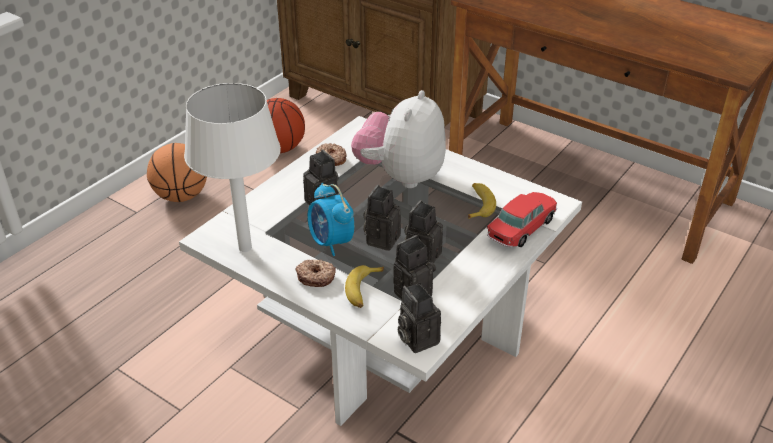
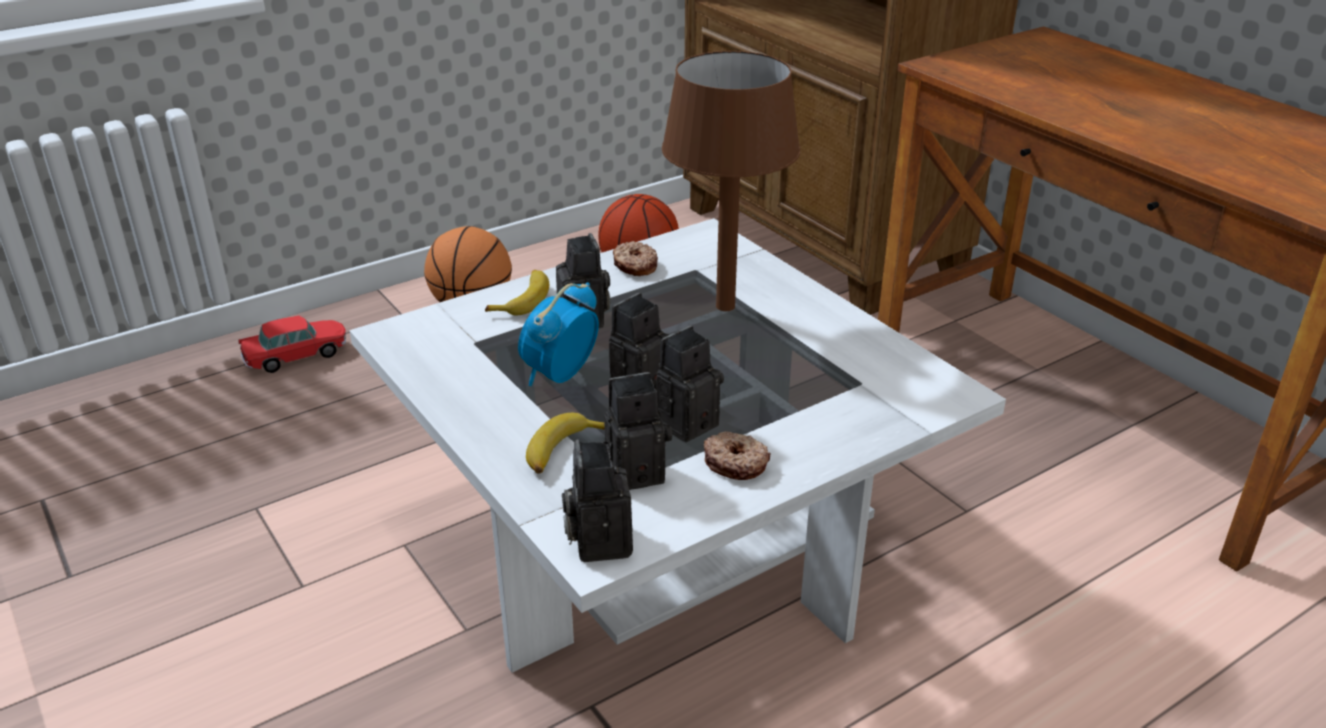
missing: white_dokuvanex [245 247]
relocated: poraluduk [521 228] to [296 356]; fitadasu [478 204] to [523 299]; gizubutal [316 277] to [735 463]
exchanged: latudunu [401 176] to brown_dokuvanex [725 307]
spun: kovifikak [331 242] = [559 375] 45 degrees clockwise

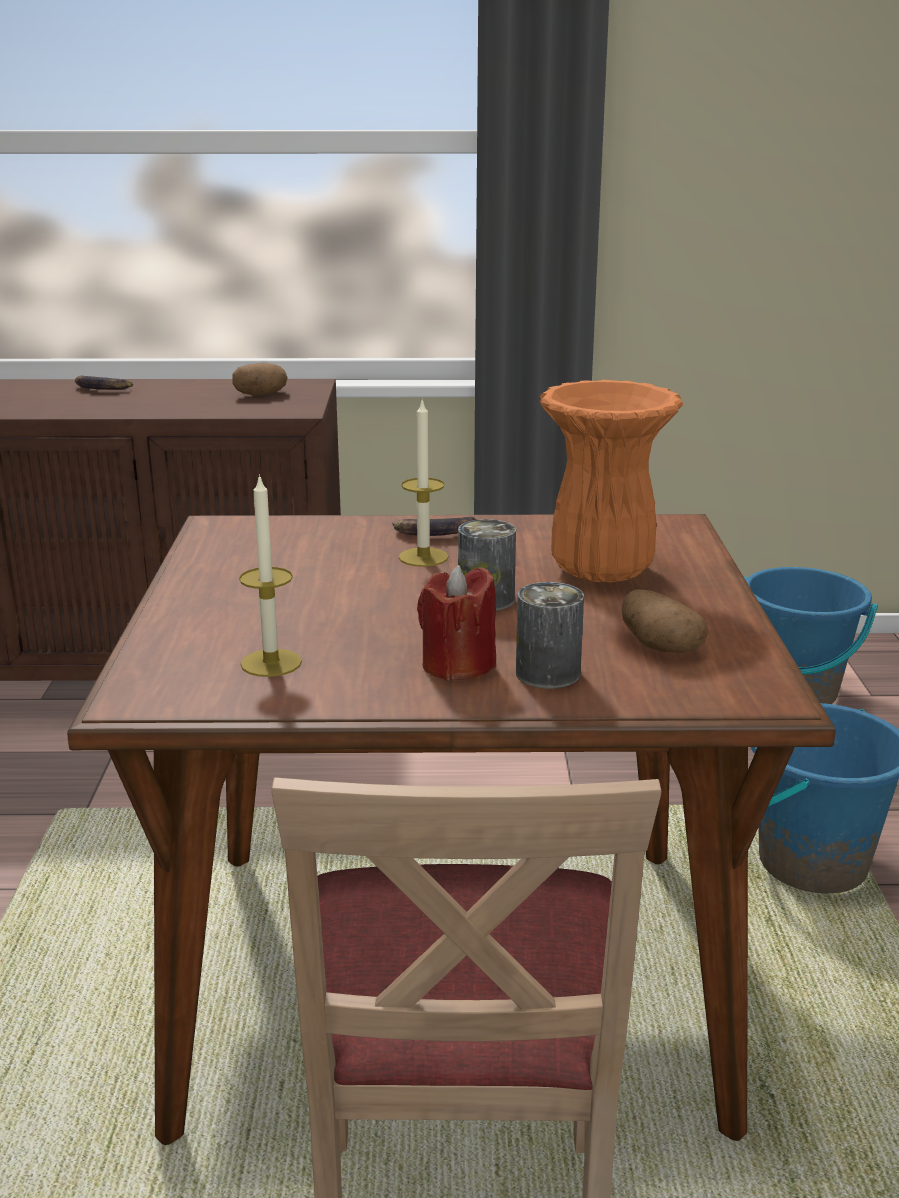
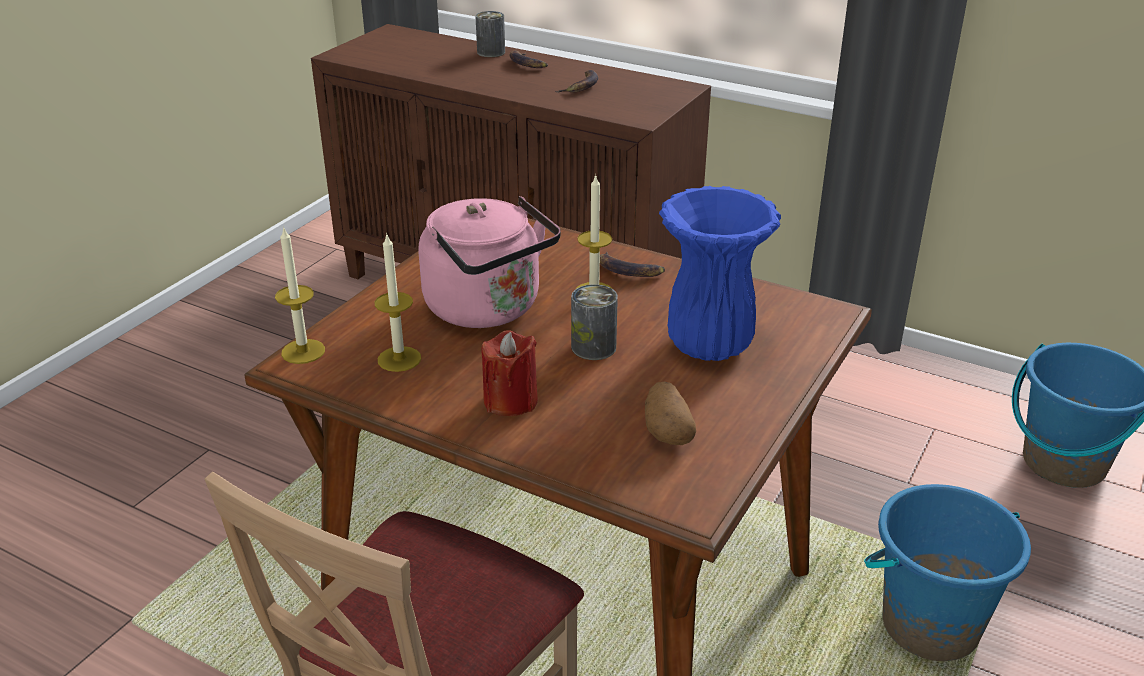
missing: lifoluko [261 395]
appeared: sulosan [303 351]; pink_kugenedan [488 309]; fitadasu [581 86]
relocated: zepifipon [548 673] to [491 52]
colour: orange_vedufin [602 570] to blue_vedufin [710 344]

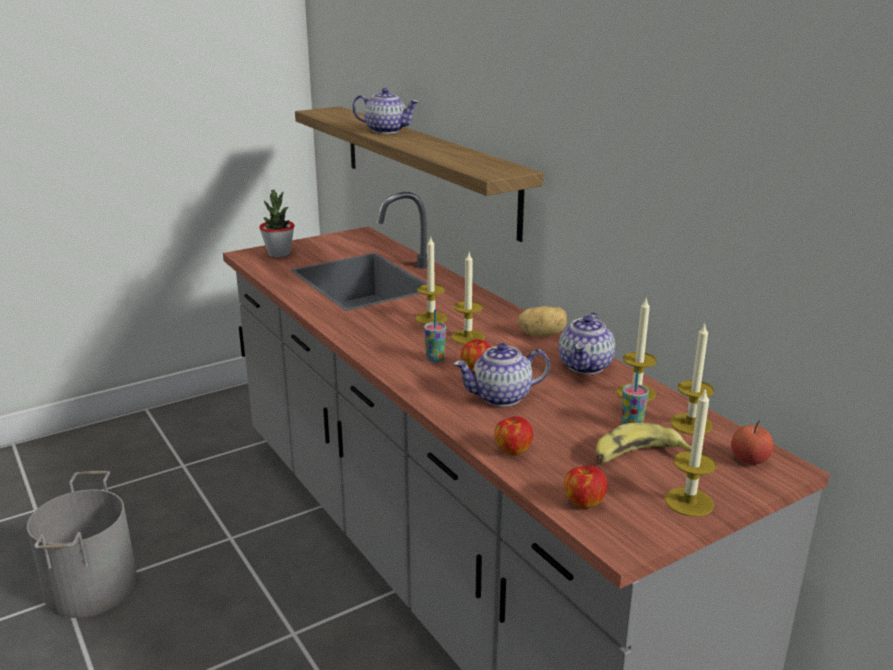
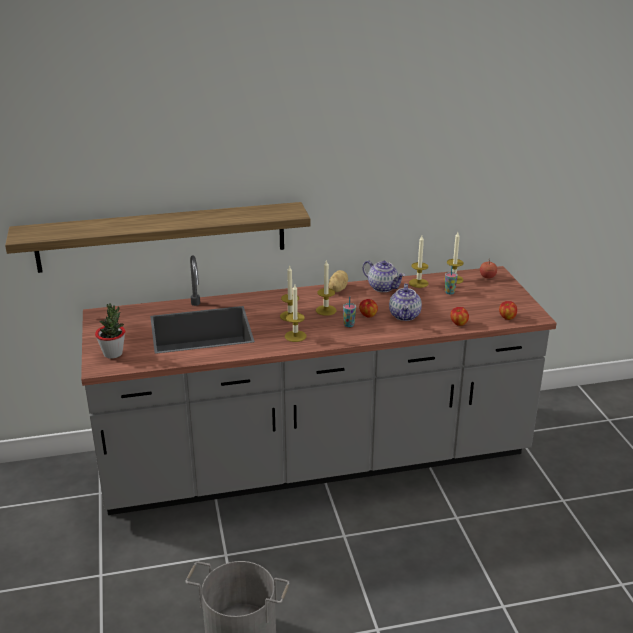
missing: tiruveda [386 130]; fitadasu [637 455]
relocated: sulosan [689 502] to [295 336]

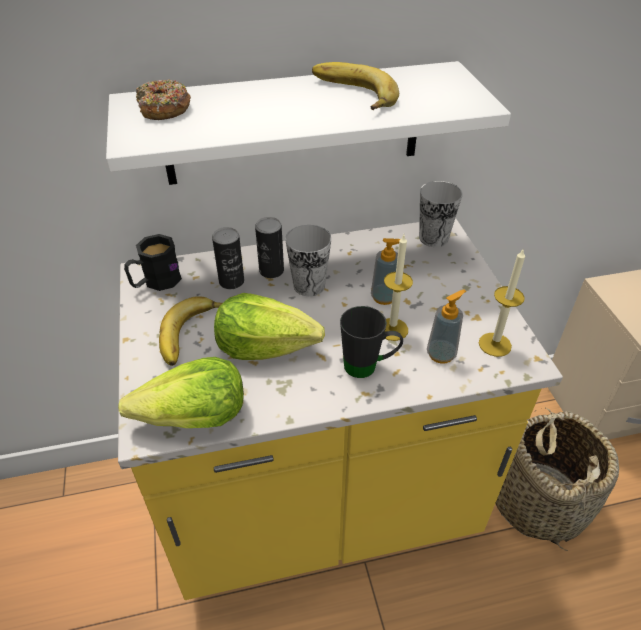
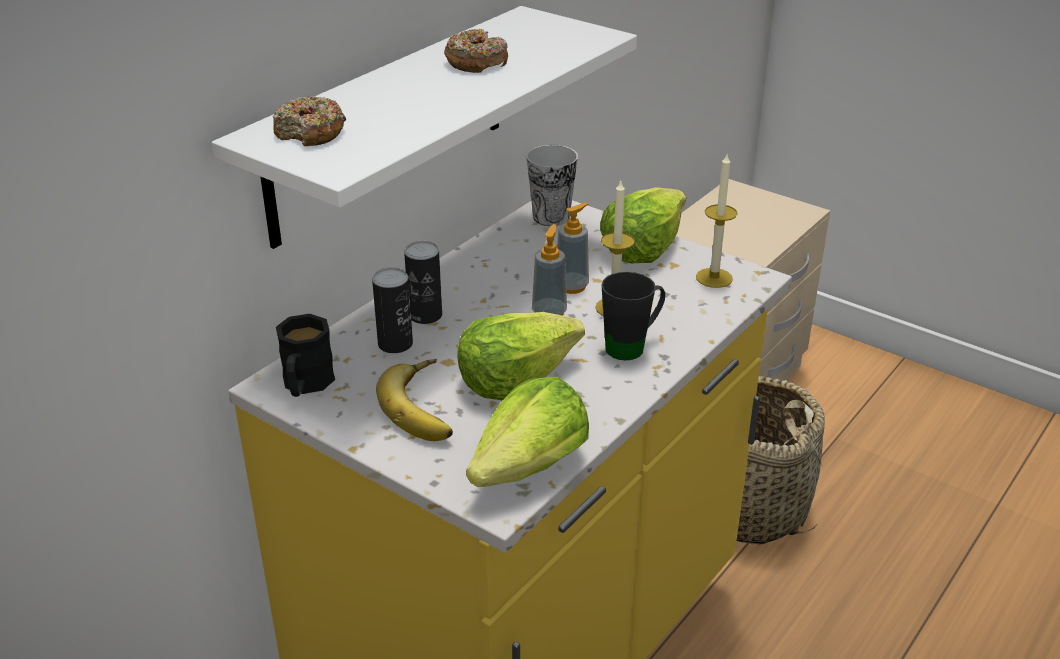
missing: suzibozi [309 285]
appeared: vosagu [642 248]
relocated: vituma [441 354] to [549 313]
exchanged: fitadasu [350 94] to gizubutal [476 62]

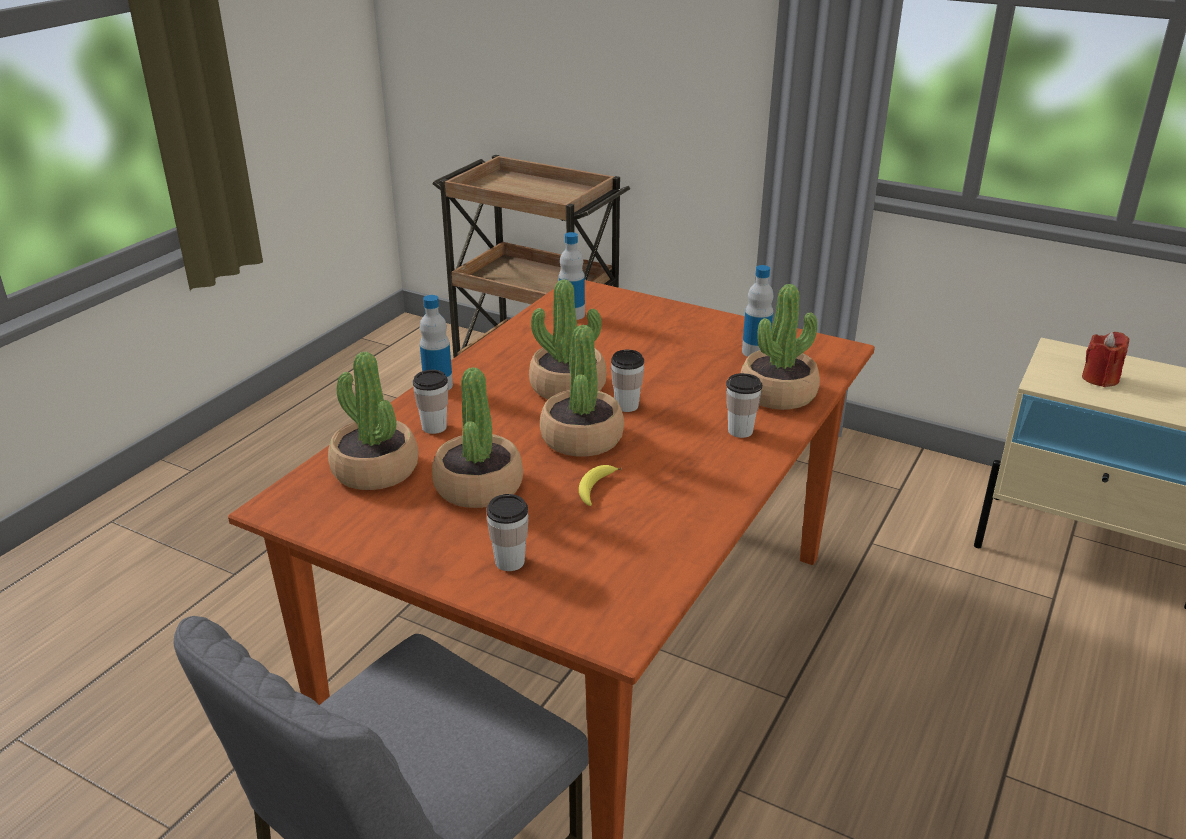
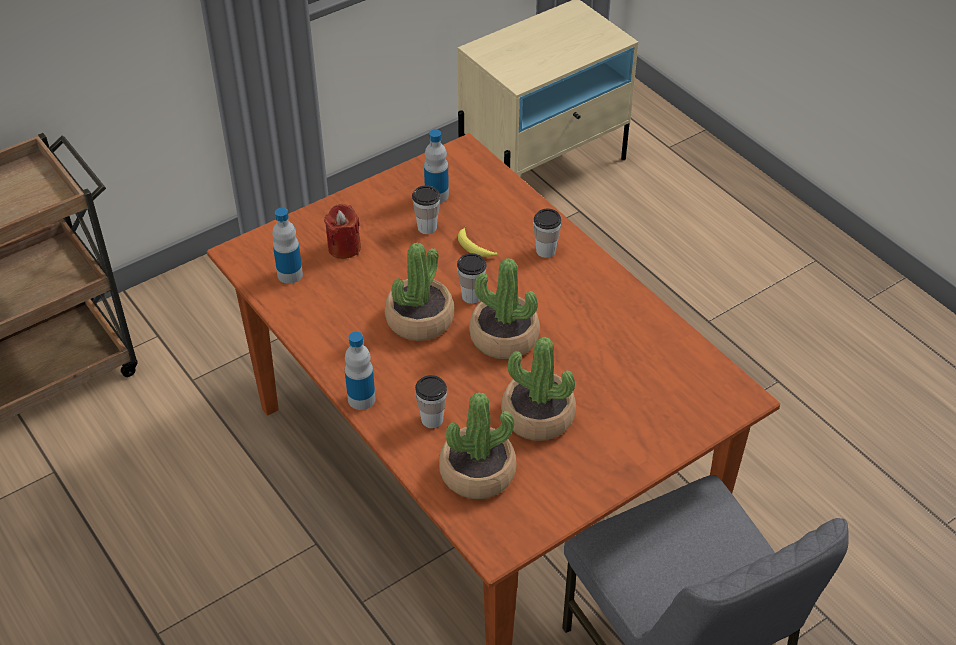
missing: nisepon [778 394]
relocated: red_sulosan [1100 379] to [344 247]; suzibozi [509 561] to [427 227]; fitadasu [595 489] to [474 248]

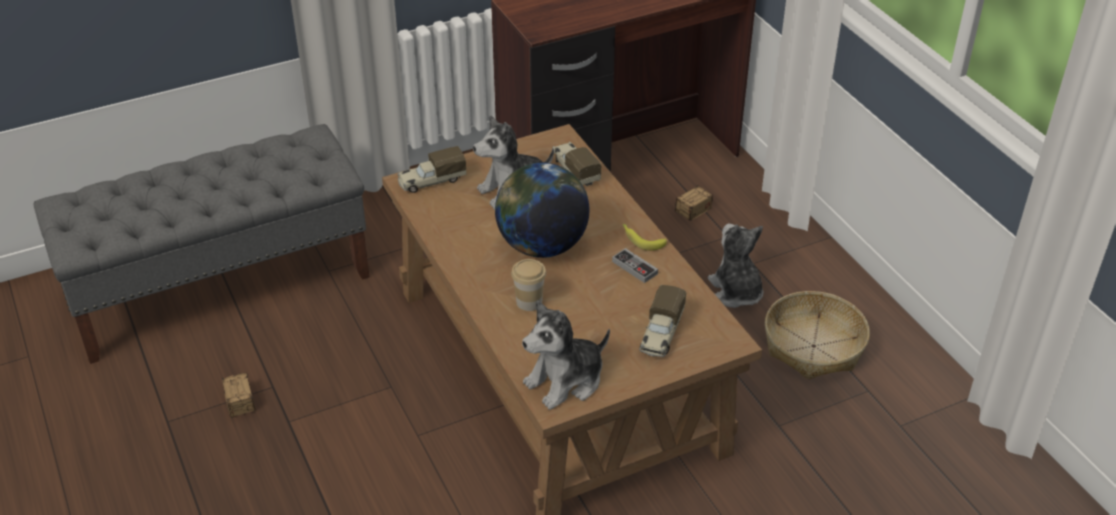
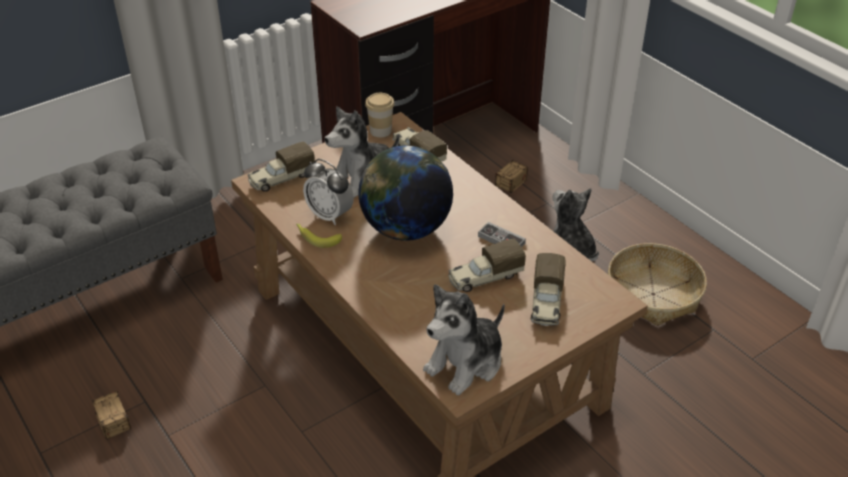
appeared: kovifikak [330 215]; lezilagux [484 278]
relocated: fitadasu [641 239] to [316 237]; suzibozi [529 302] to [380 131]

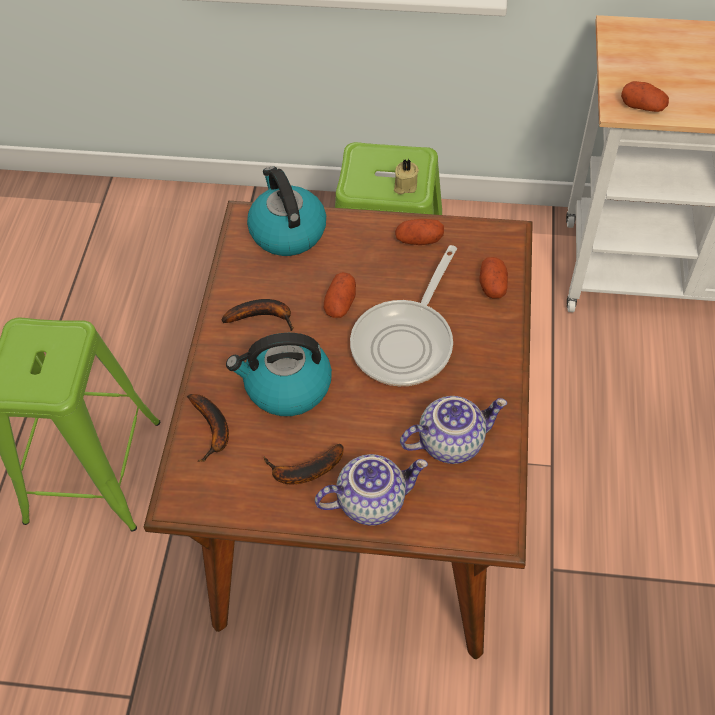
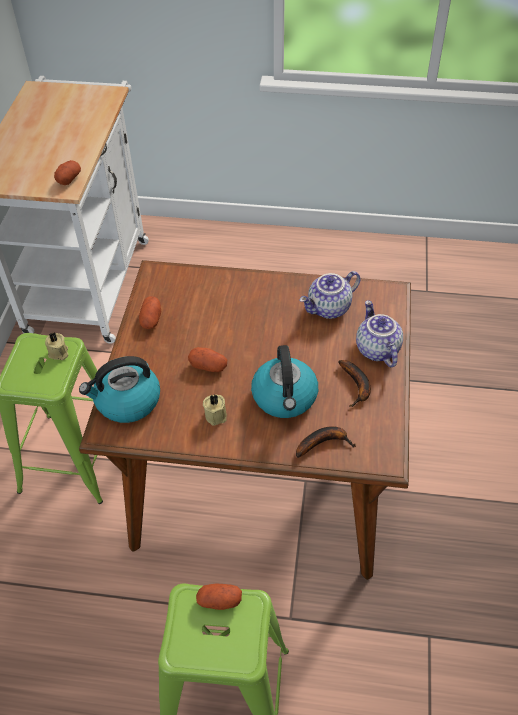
missing: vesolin [406 341]
relocated: lifoluko [492 285] to [219 601]
exchanged: fitadasu [263 316] to beige_sulosan [216 414]
spun: tiruveda [451 441] = [329 309] 105 degrees counterclockwise

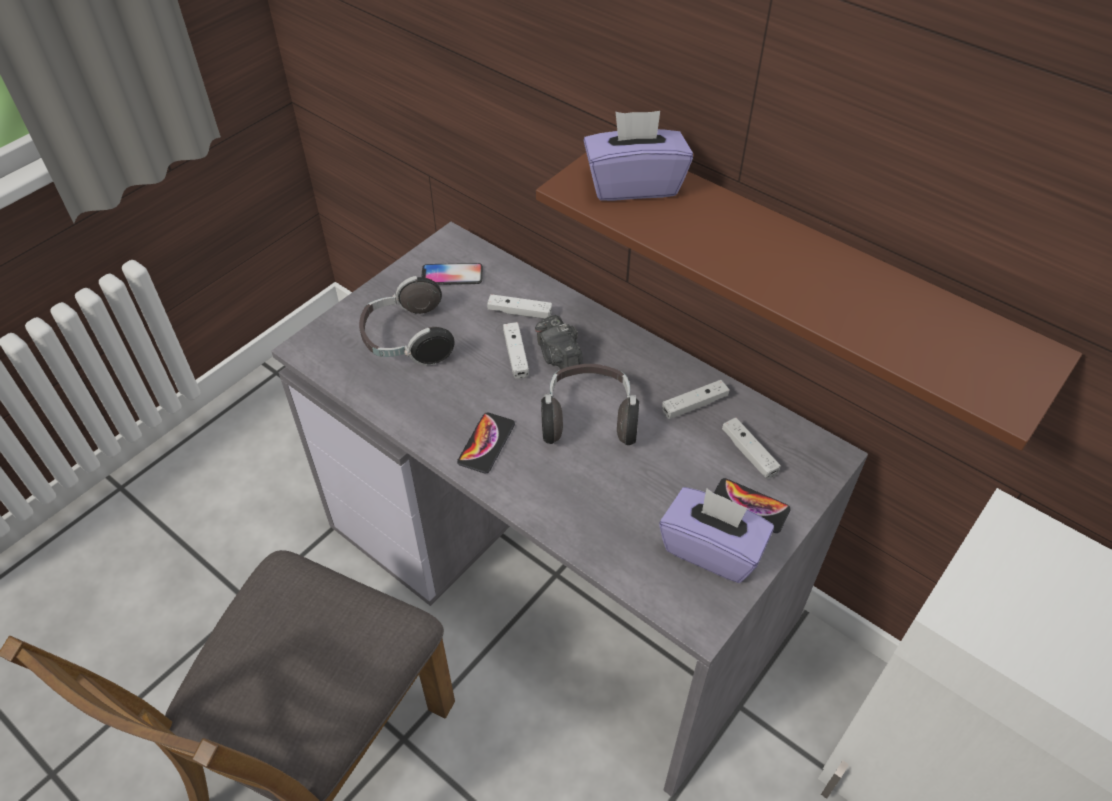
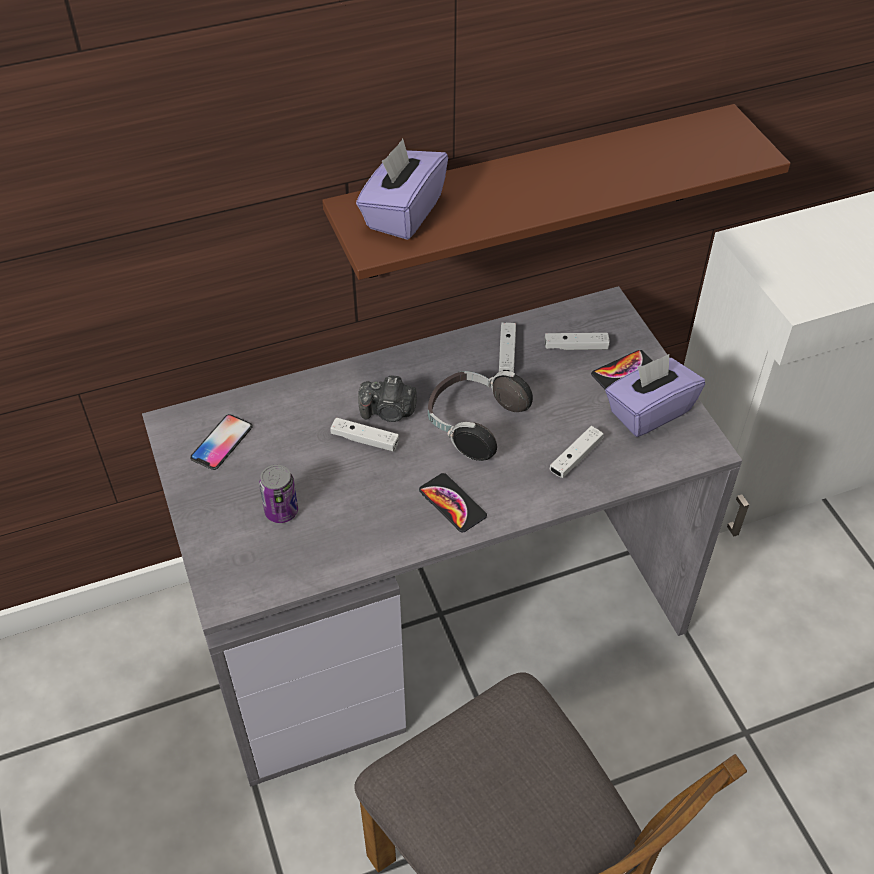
relocated: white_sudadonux [519 312] to [576 457]
exchanged: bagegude [407 340] to zepifipon [281 511]

